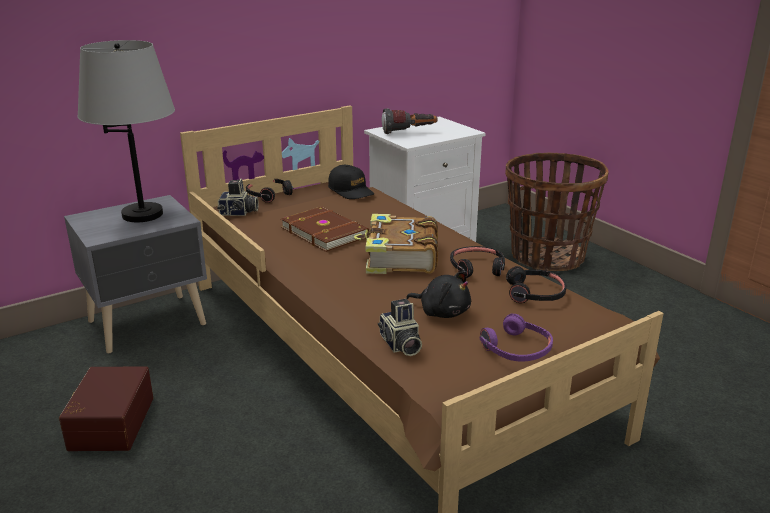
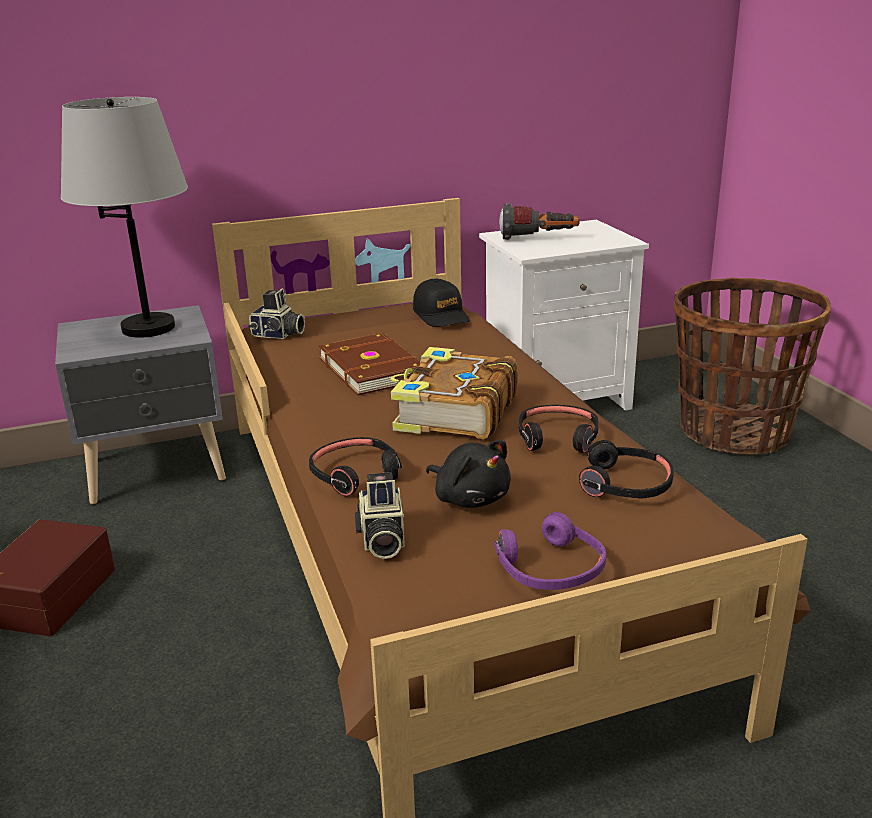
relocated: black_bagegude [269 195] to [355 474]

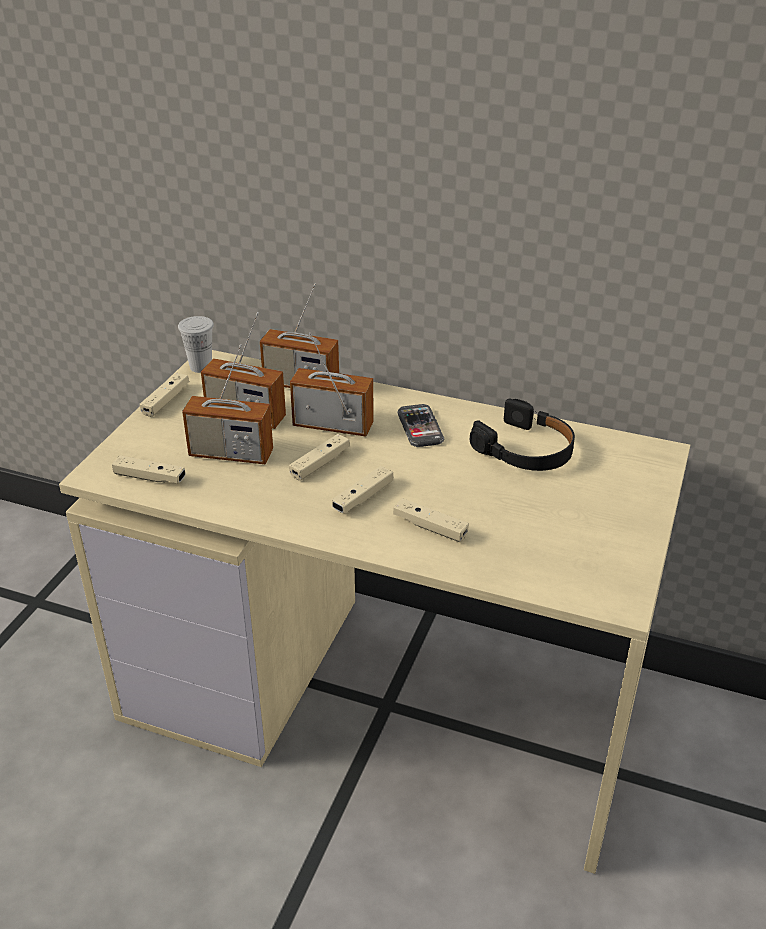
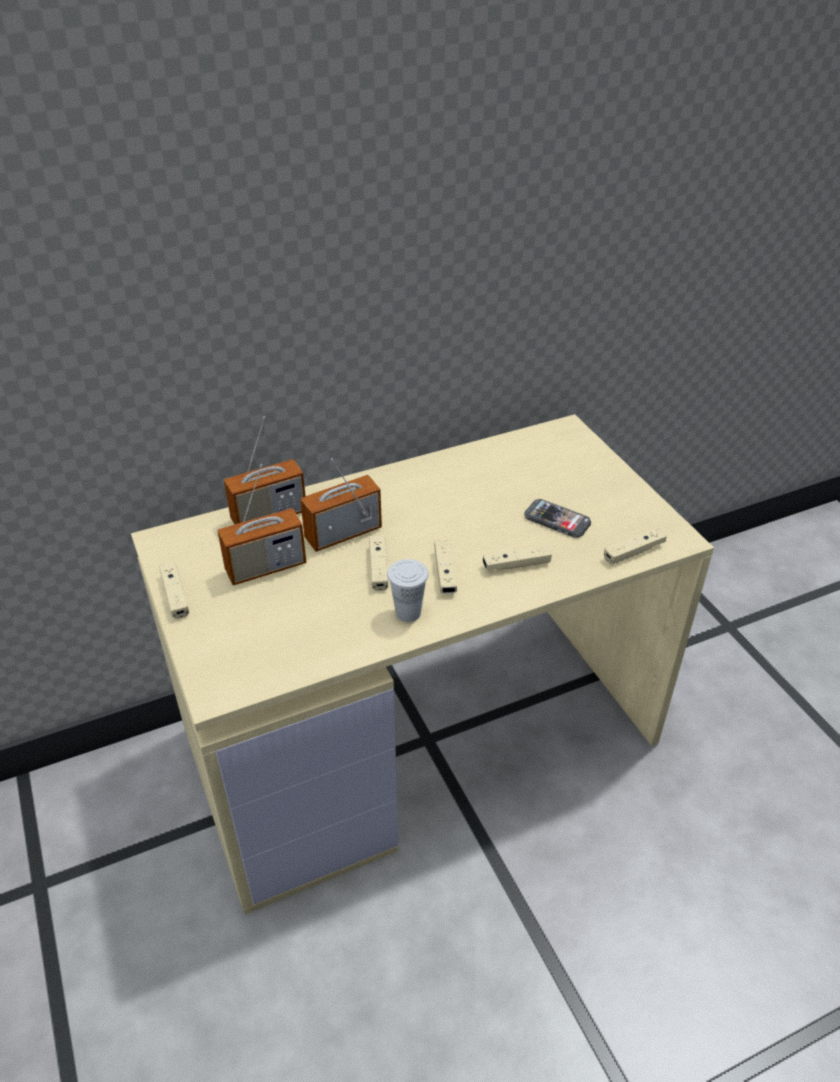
missing: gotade [231 454]; black_bagegude [525 450]
relocated: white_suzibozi [201 367] to [408 613]; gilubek [420 427] to [557 520]; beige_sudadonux [150 477] to [633 552]

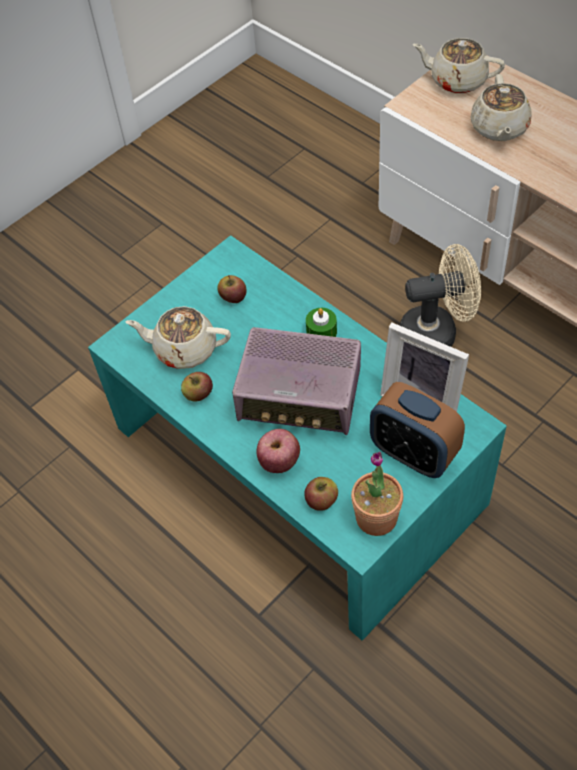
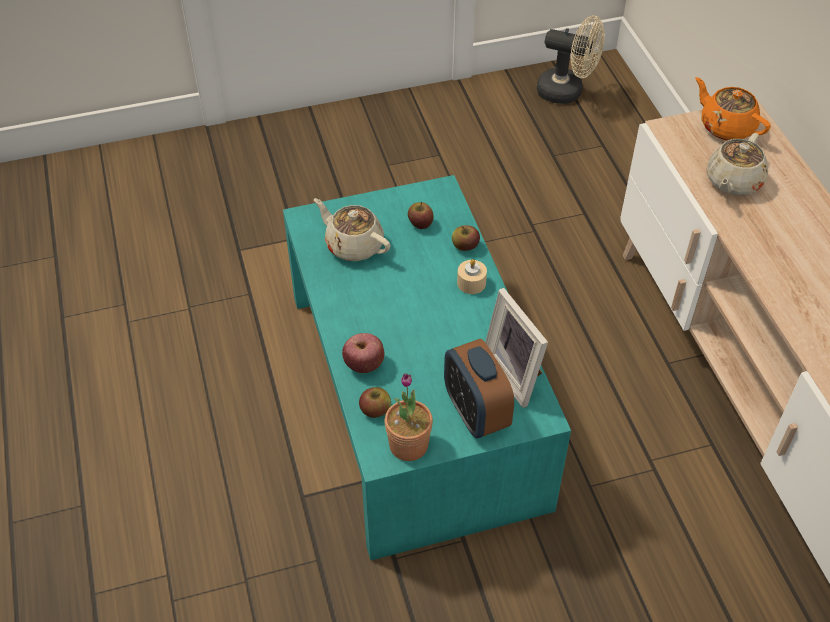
missing: gotade [300 396]
relocated: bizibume [198 394] to [465 246]; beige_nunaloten [437 332] to [567 92]
colour: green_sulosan [321 332] to beige_sulosan [471 283]; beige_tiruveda [457 80] to orange_tiruveda [726 127]

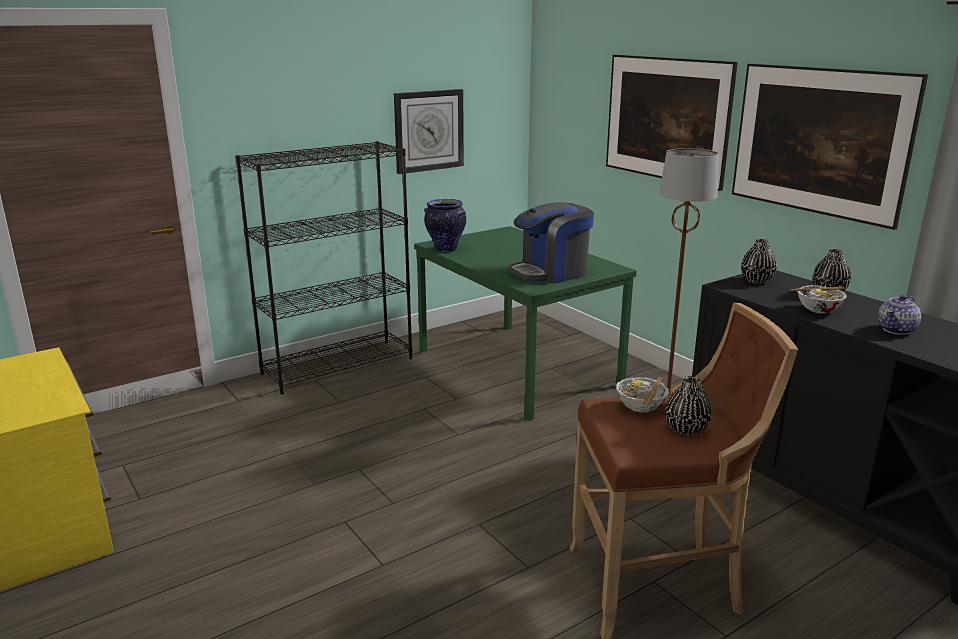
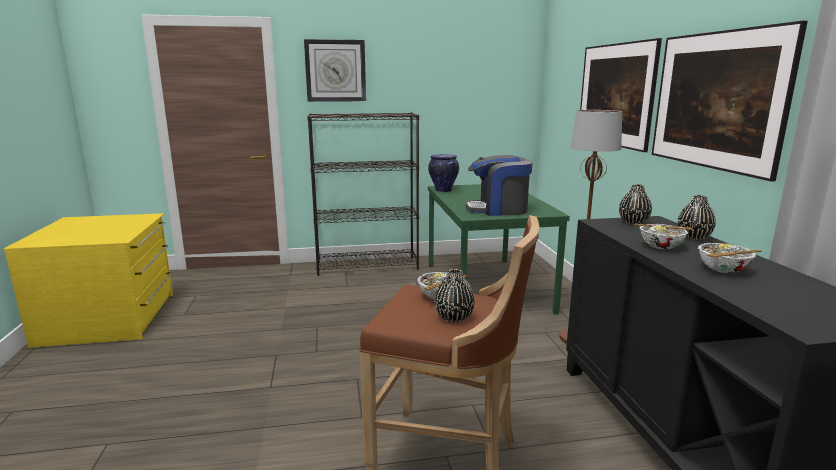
relocated: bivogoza [428 130] to [335 71]
exchanged: tiruveda [897 330] to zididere [723 270]

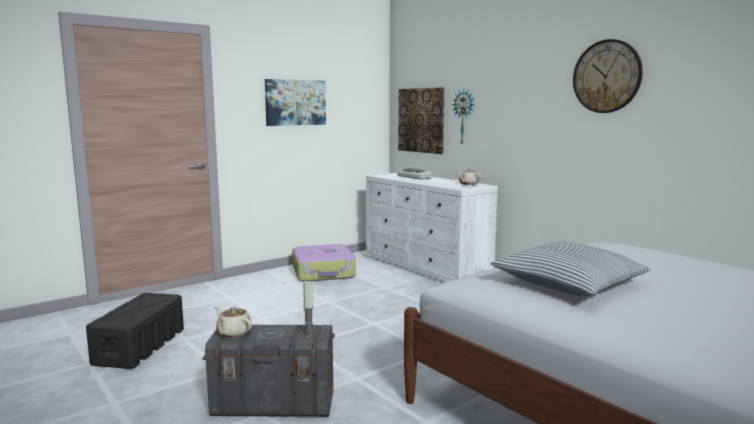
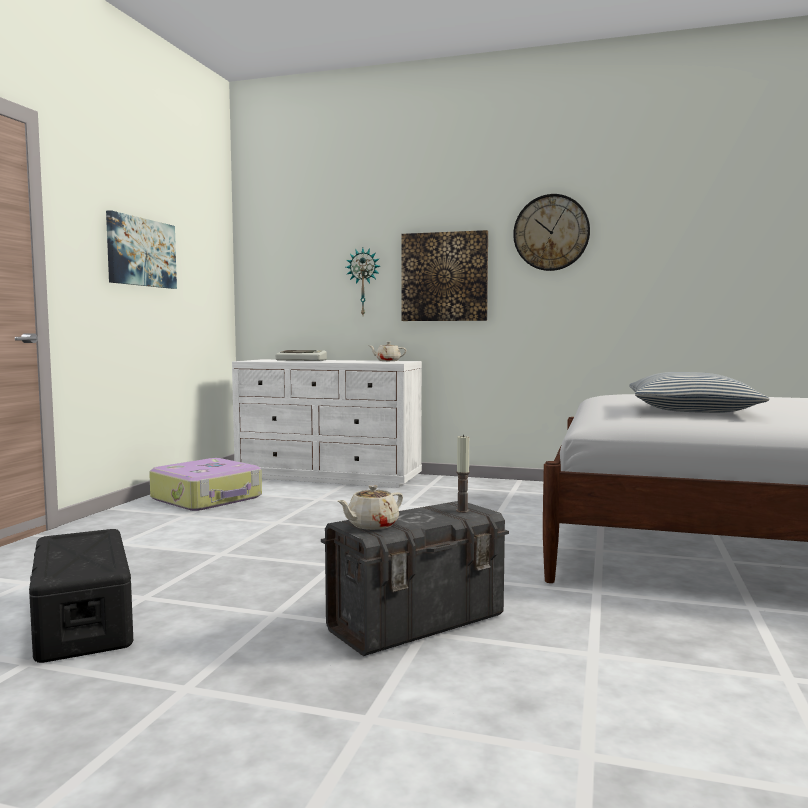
relocated: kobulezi [421 120] to [444 277]
spun: beige_tiruveda [234 333] = [371 525] 45 degrees counterclockwise

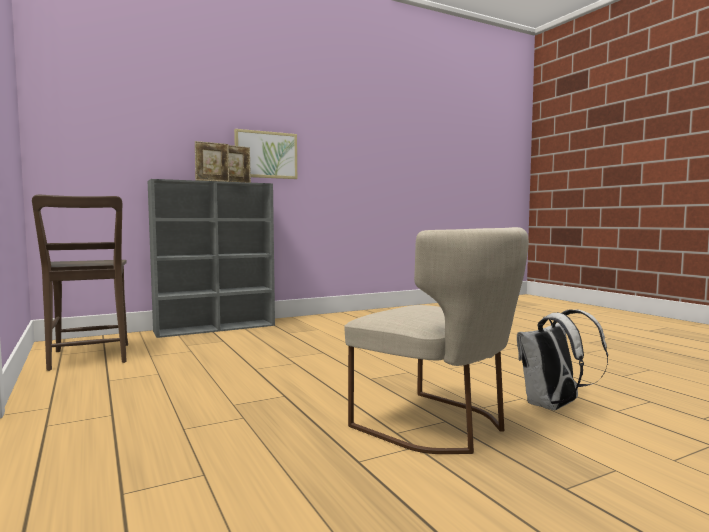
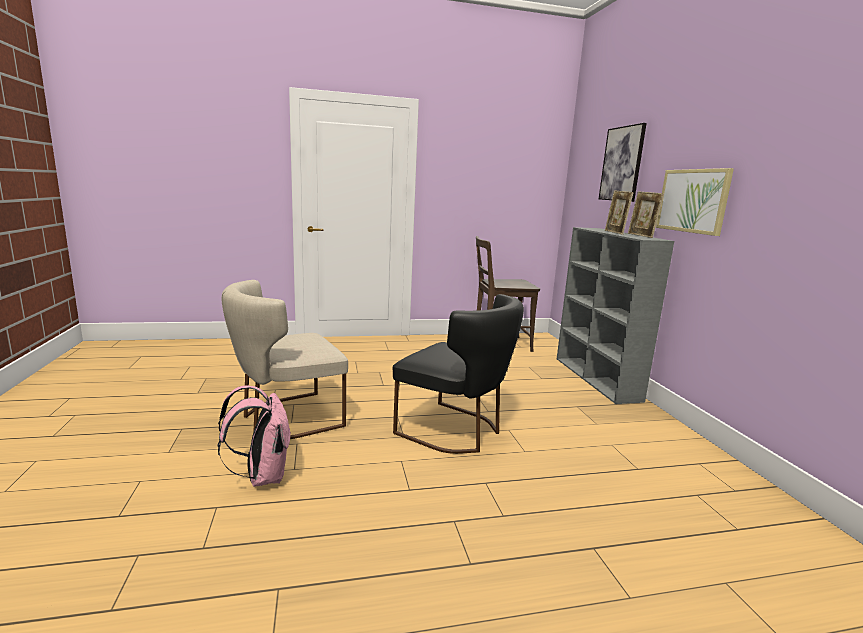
appeared: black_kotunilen [456 431]; kobulezi [622 164]
colour: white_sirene [553 406] to pink_sirene [262 476]

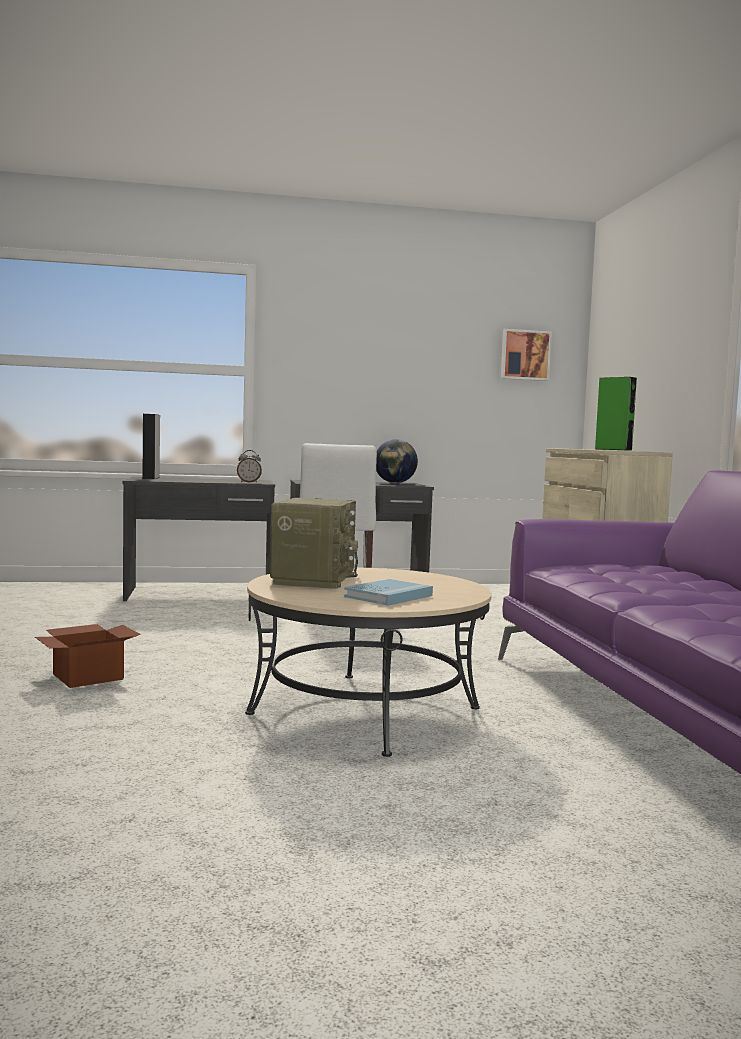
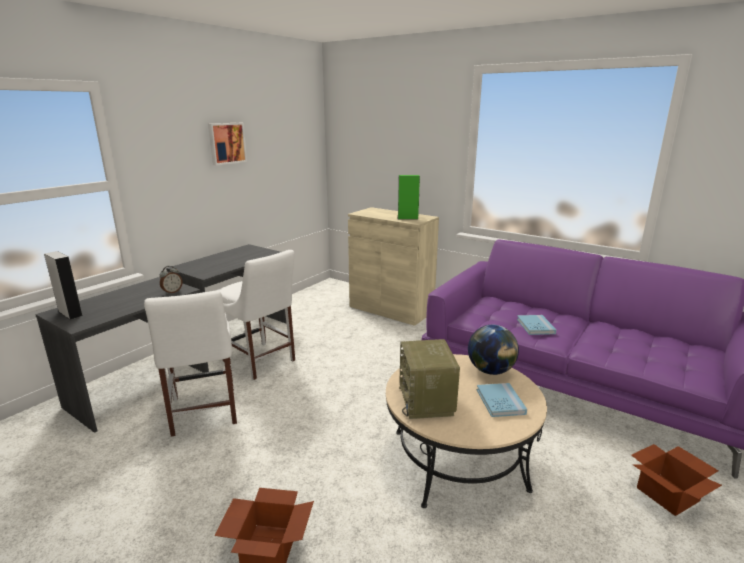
appeared: white_kotunilen [203 413]; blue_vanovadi [535 326]; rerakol [669 494]
relocated: kobulezi [525 355] to [226 143]; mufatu [395 483] to [490 371]
spun: gotade [313 579] = [427 401] 150 degrees counterclockwise

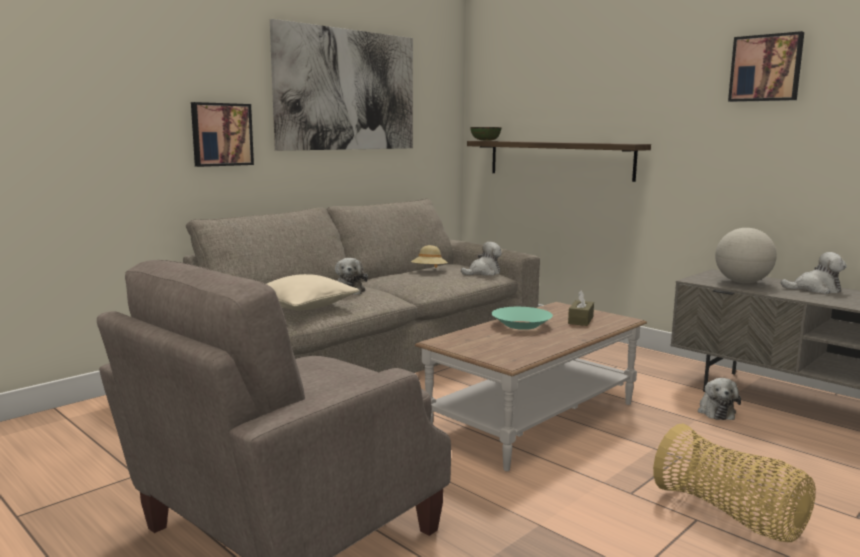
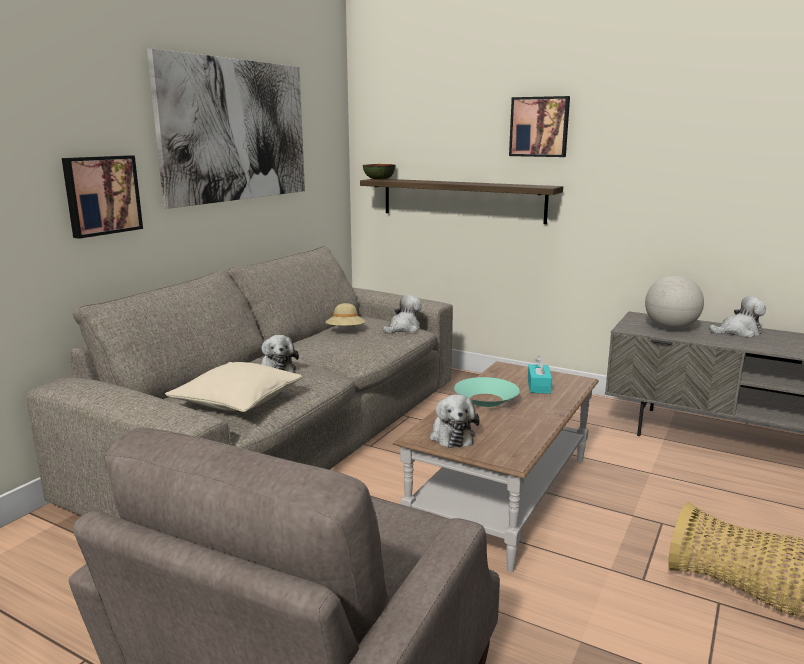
relocated: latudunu [715 411] to [451 435]; kobulezi [766 68] to [539 127]
colour: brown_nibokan [580 320] to turquoise_nibokan [538 386]

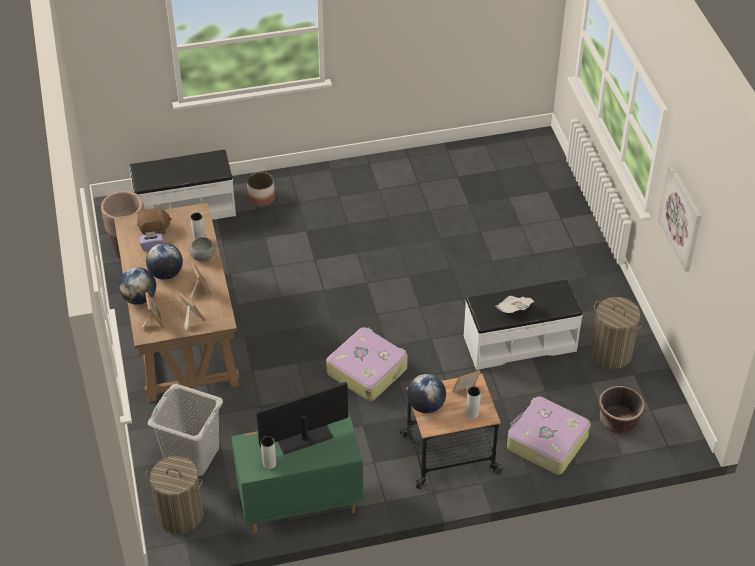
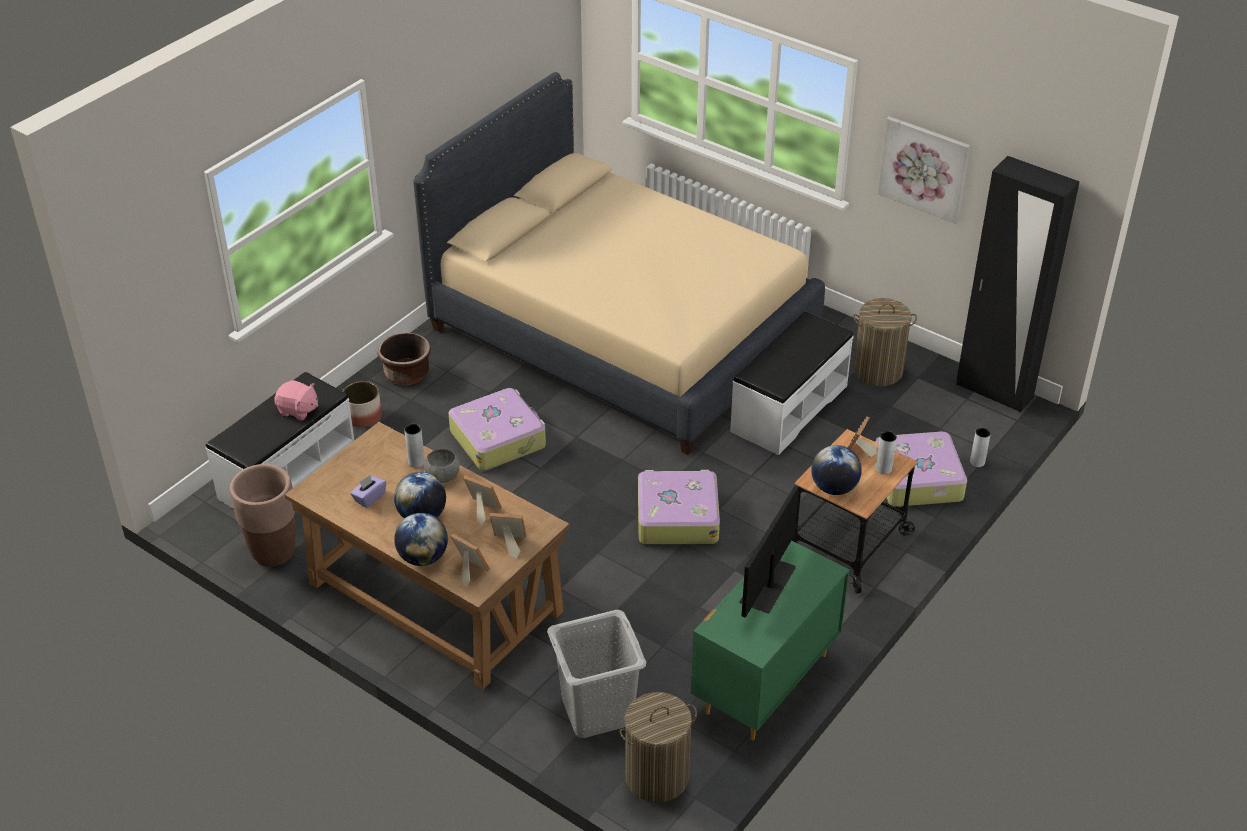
missing: brown_latudunu [154 229]; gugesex [513 310]
appeared: pink_latudunu [298 410]; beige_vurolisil [622 331]; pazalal [498 438]; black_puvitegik [994 391]
relocated: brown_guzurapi [618 421] to [407 374]; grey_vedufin [269 463] to [977 462]

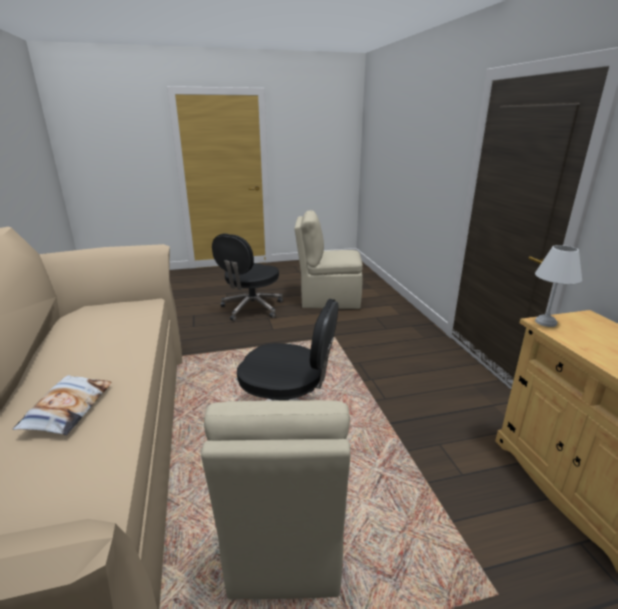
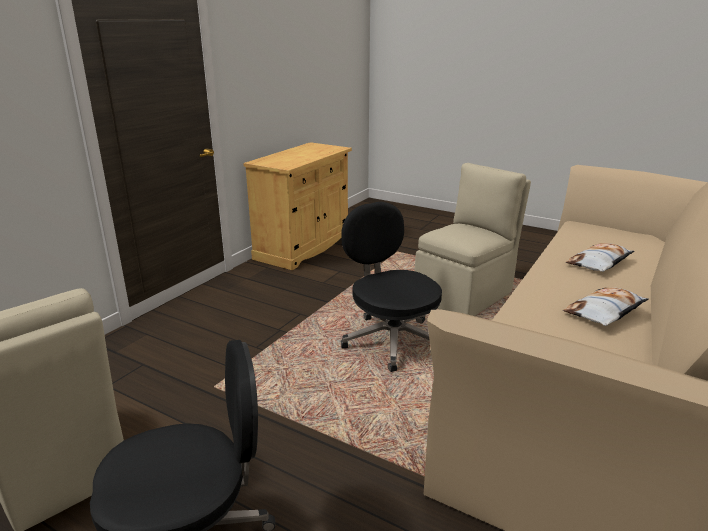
missing: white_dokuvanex [547 322]
appeared: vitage [605 312]

